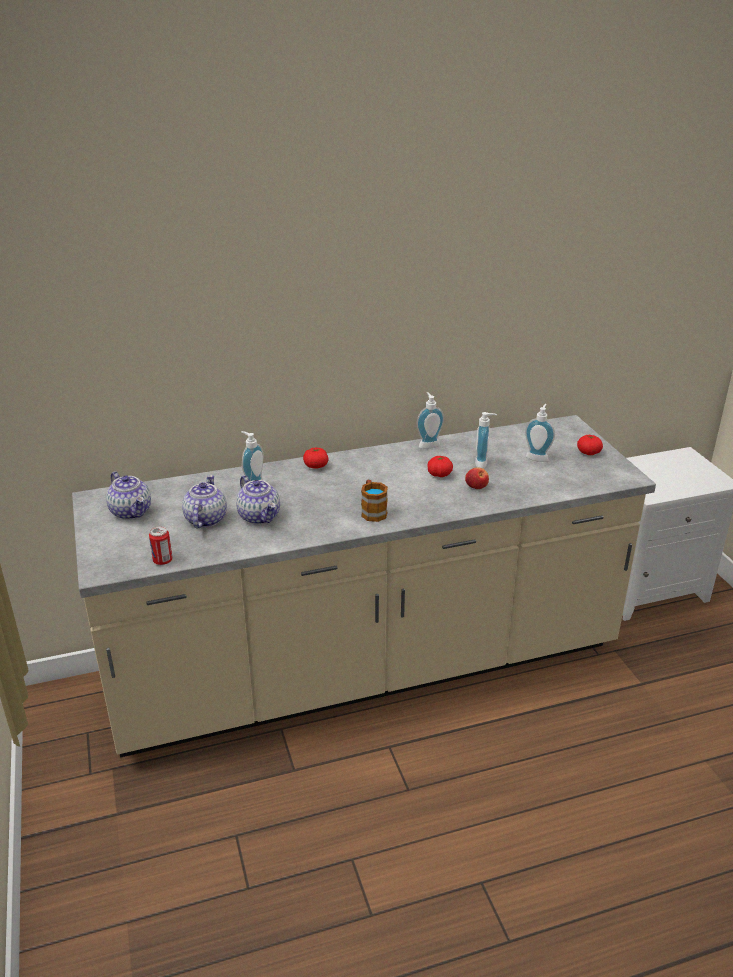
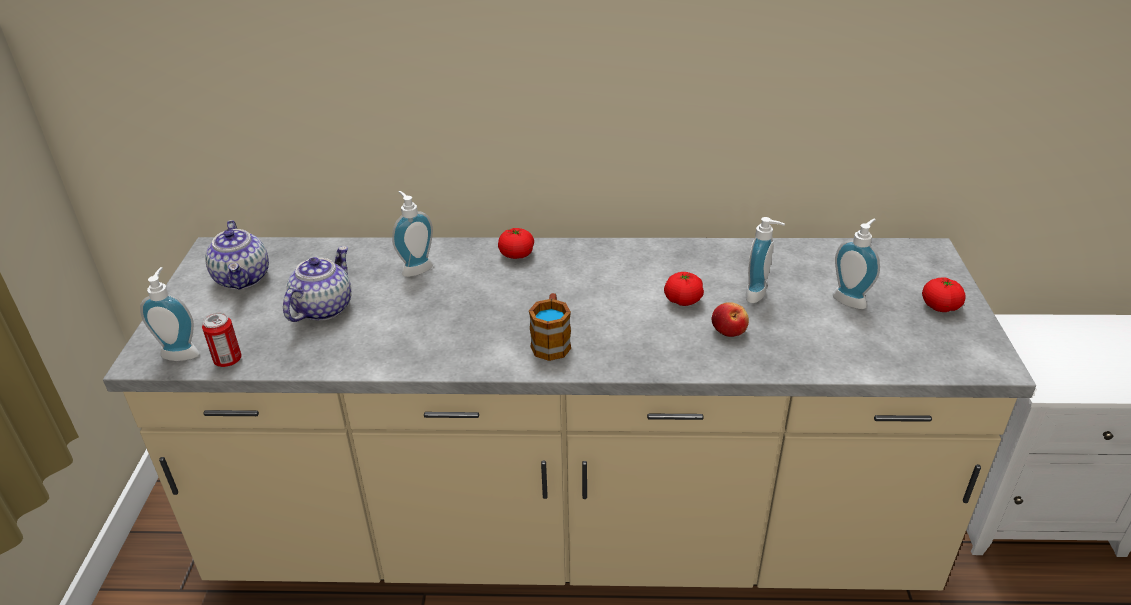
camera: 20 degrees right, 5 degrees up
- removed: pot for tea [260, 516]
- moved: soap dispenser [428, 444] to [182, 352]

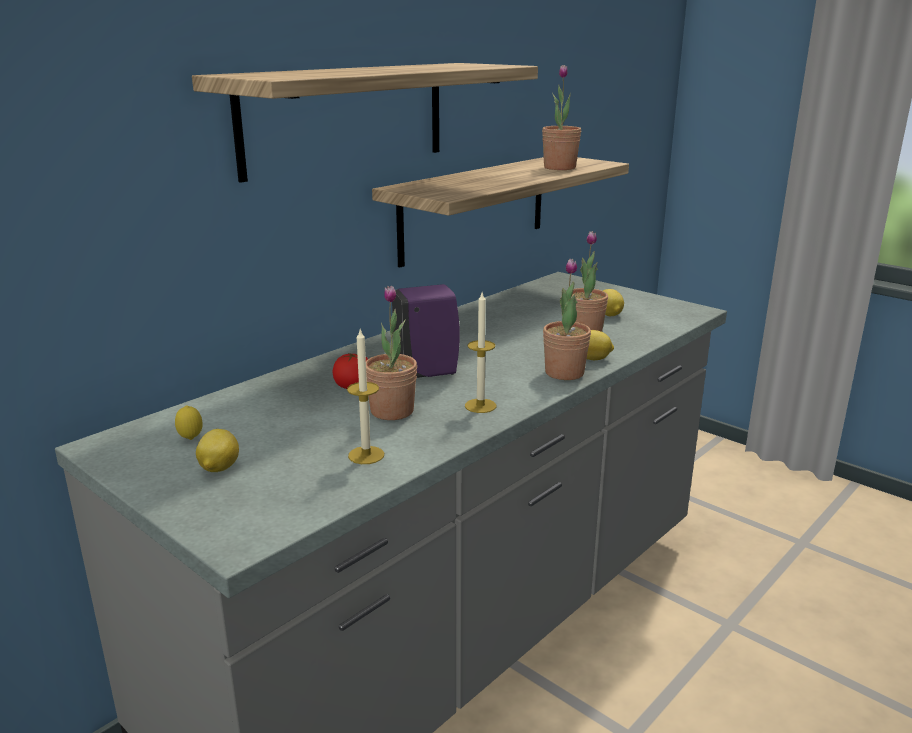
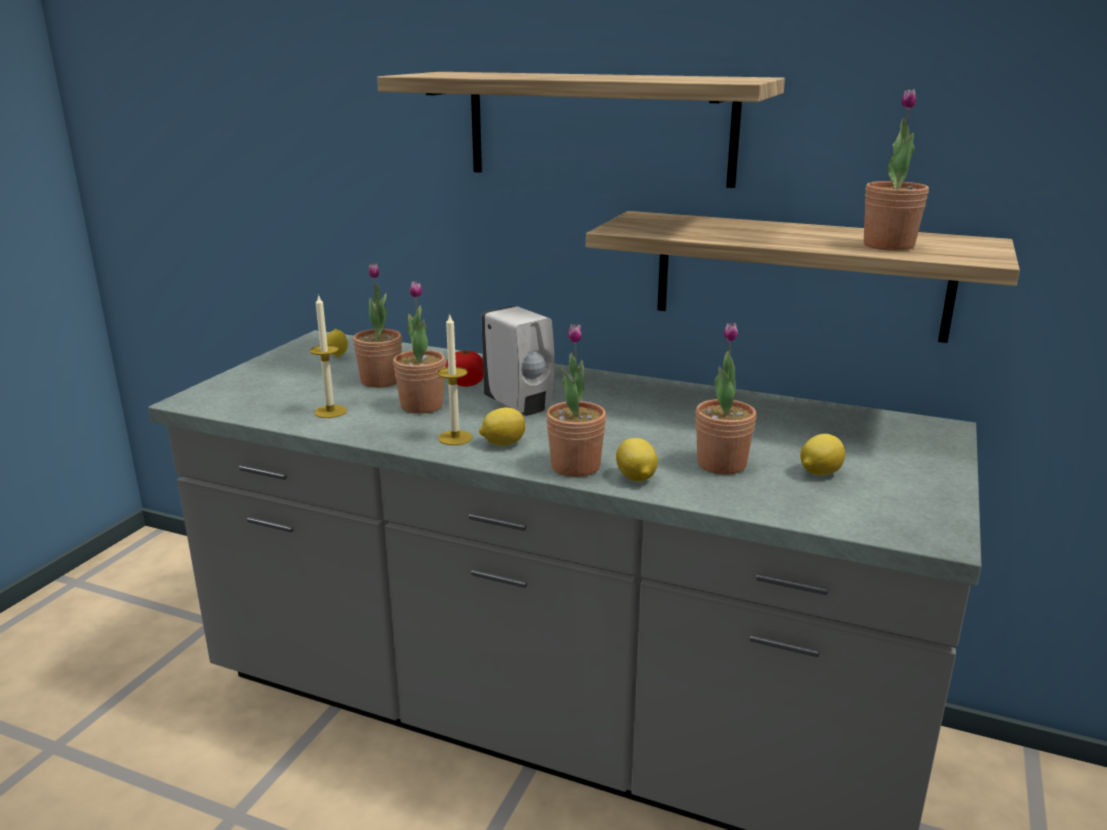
camera: 70 degrees right, 0 degrees up
- added: plant in a pot [380, 381]
- moved: citrus fruit [218, 468] to [502, 443]
- recoloured: purple soap dispenser [428, 373] to white soap dispenser [520, 405]

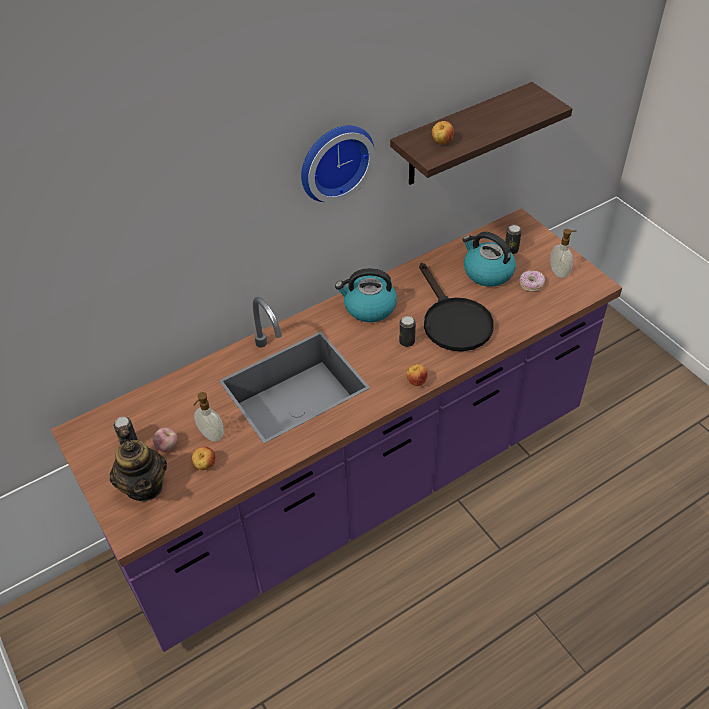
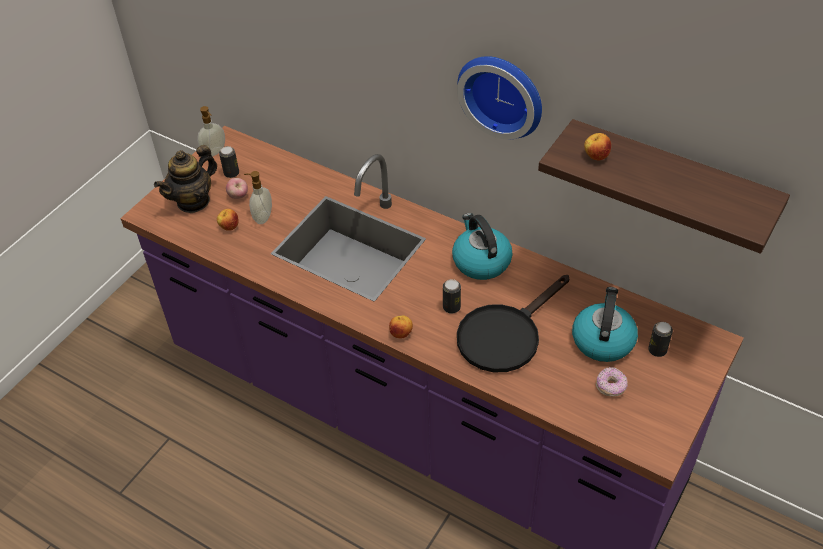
camera: 65 degrees right, 0 degrees up
- moved: soap dispenser [559, 272] to [215, 152]

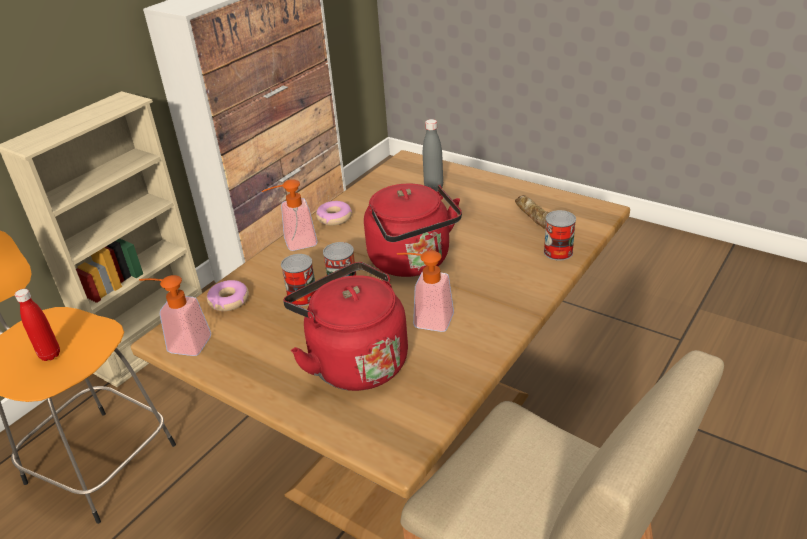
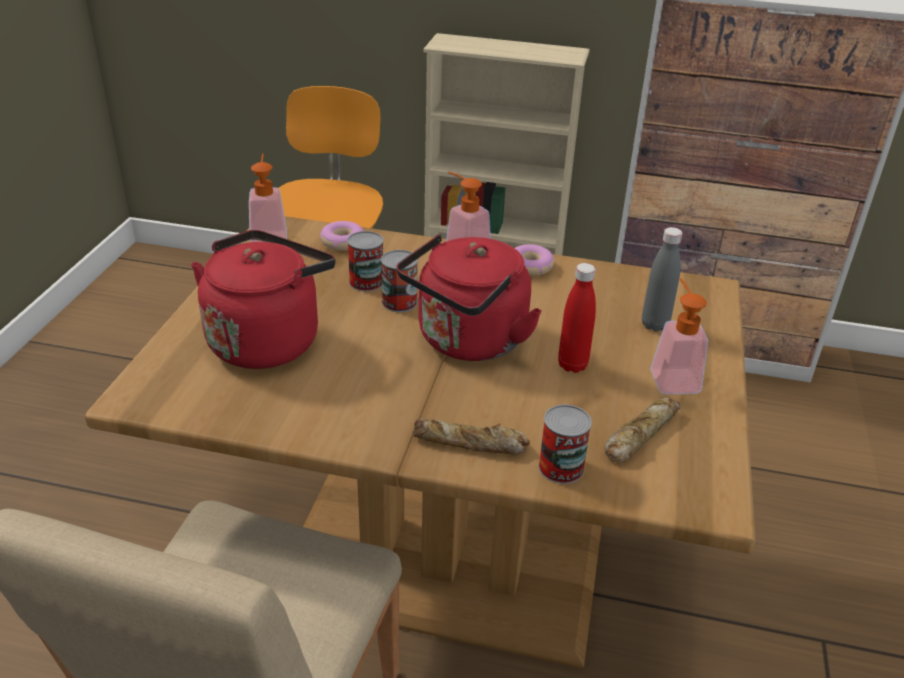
camera: 65 degrees right, 0 degrees up
- added: bakery bread [470, 444]
- moved: reddish beverage bottle [50, 355] to [572, 365]
- moved: soap dispenser [426, 319] to [672, 376]

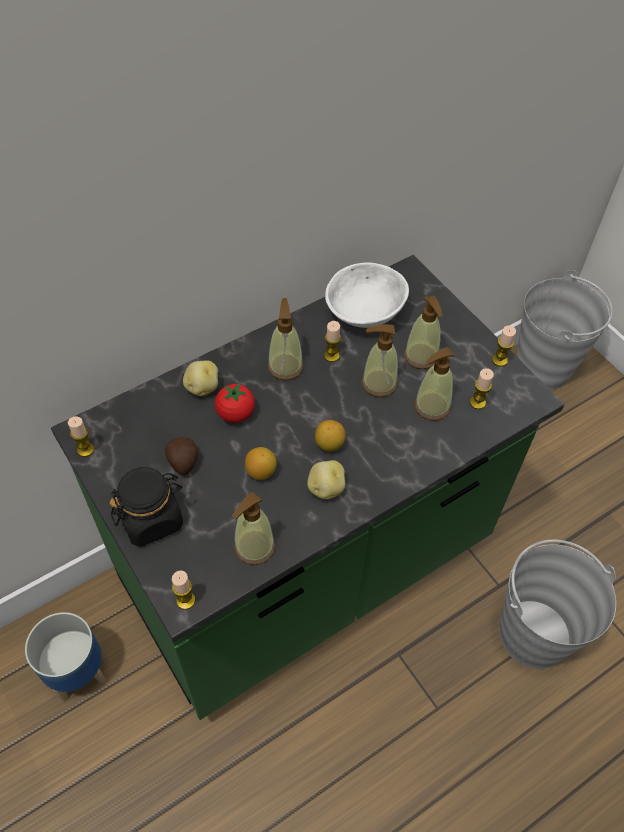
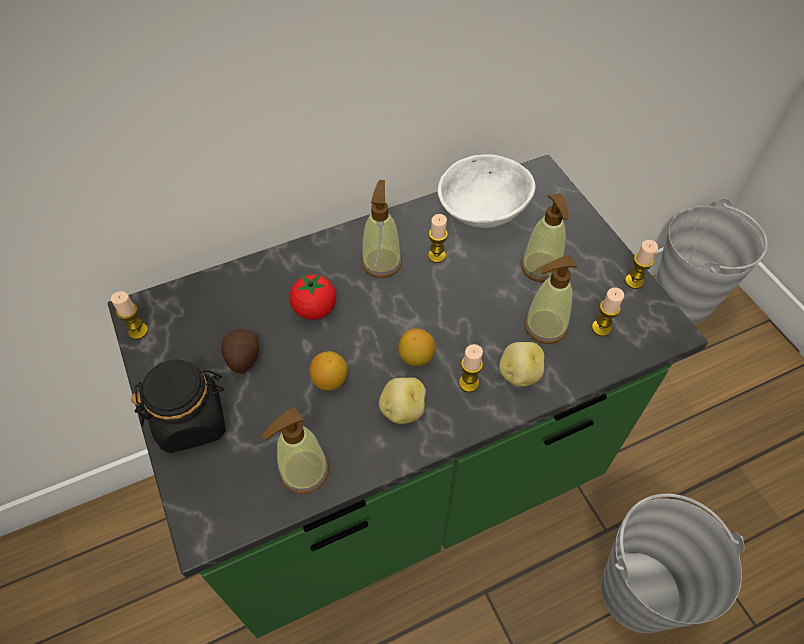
camera: 10 degrees right, 0 degrees up
- removed: flower pot [77, 671]
- removed: soap dispenser [378, 383]
- moved: wax light [185, 600] to [468, 383]
- moved: potato [202, 387] to [518, 373]

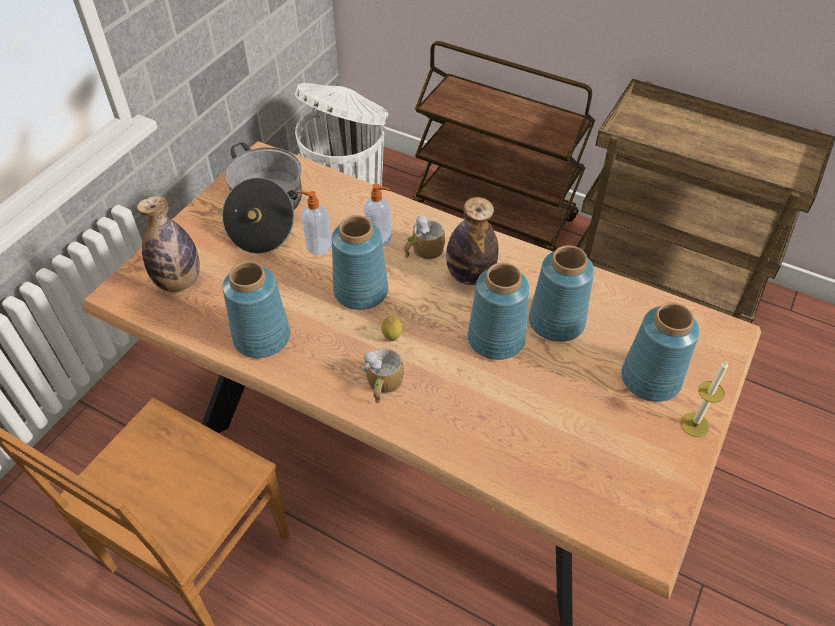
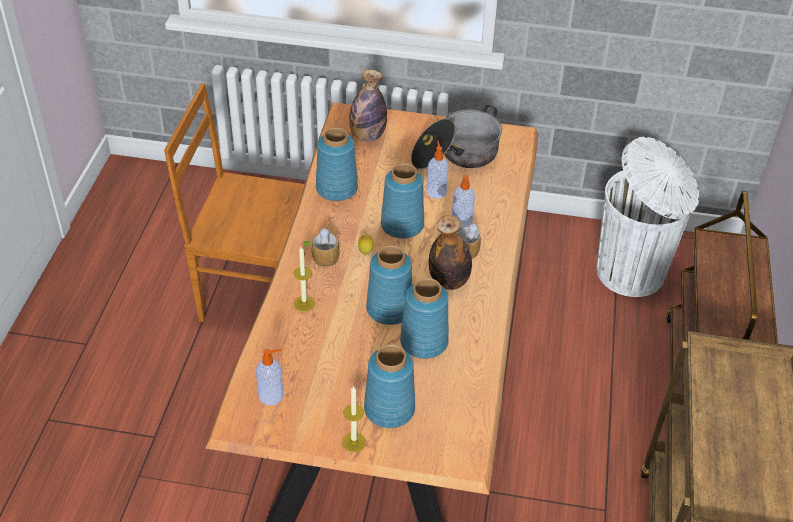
camera: 70 degrees right, 5 degrees down
- added: soap dispenser [272, 395]
- added: wax light [304, 303]

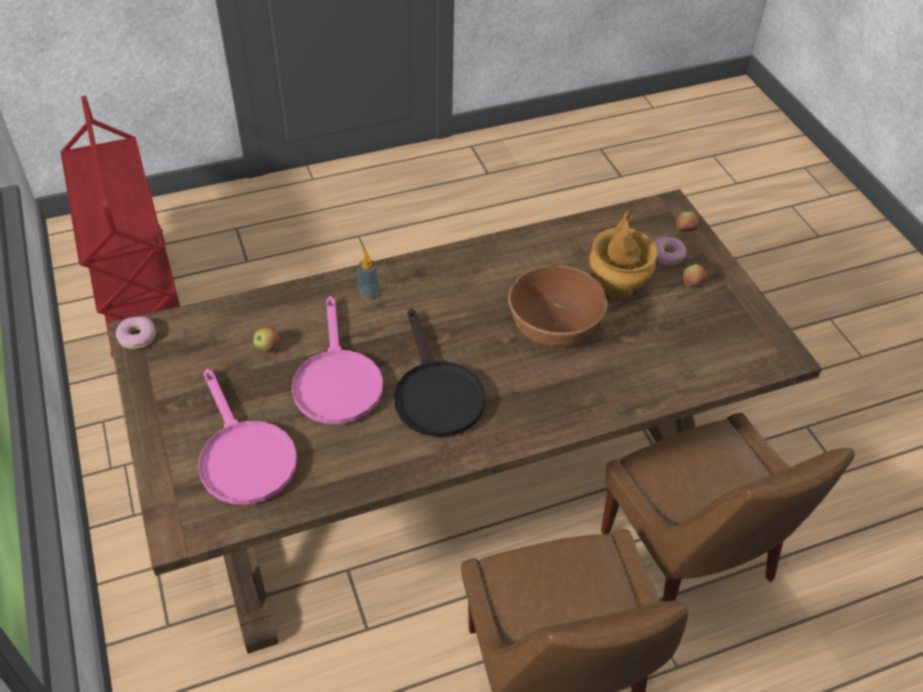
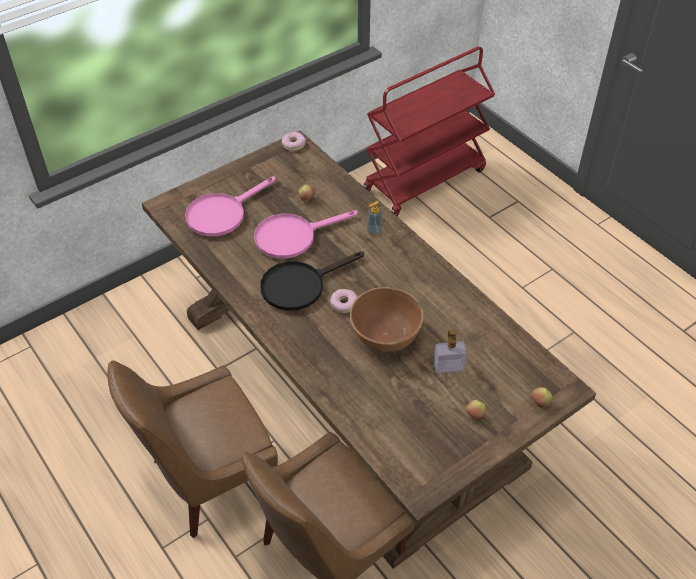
camera: 75 degrees right, 0 degrees up
- moved: donut [667, 255] to [344, 304]
- replaced: brown-coloured flower vase [616, 286] to soap dispenser [448, 366]

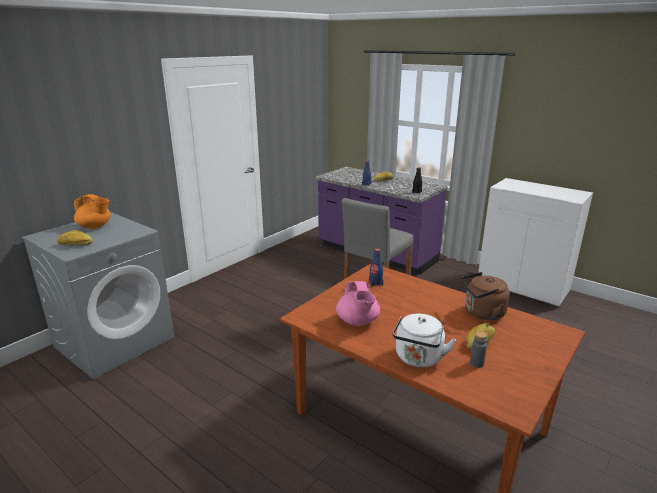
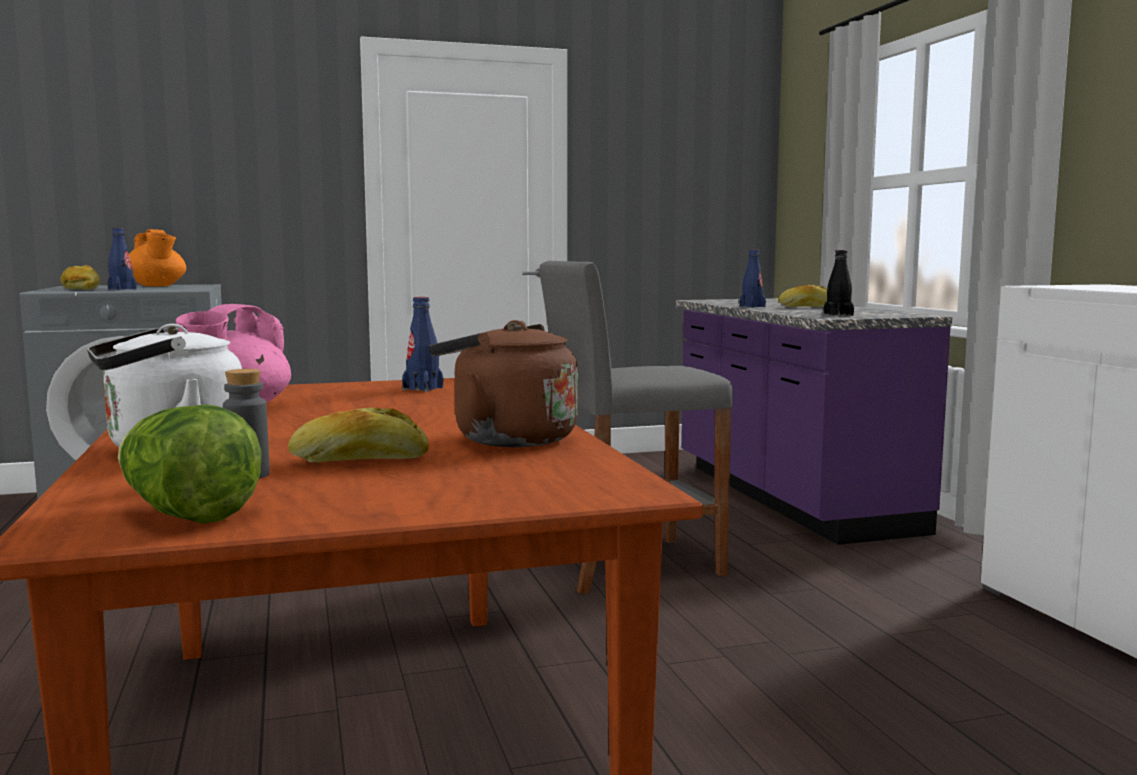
camera: 35 degrees right, 15 degrees down
- added: bluish beverage bottle [122, 289]
- added: head of lettuce [186, 514]

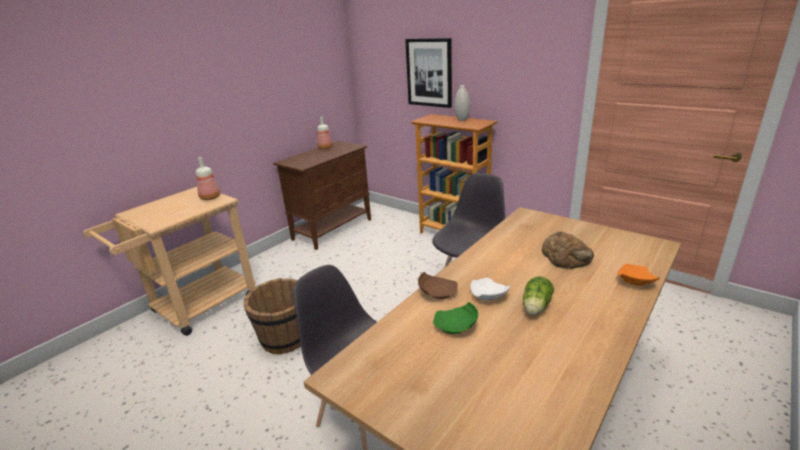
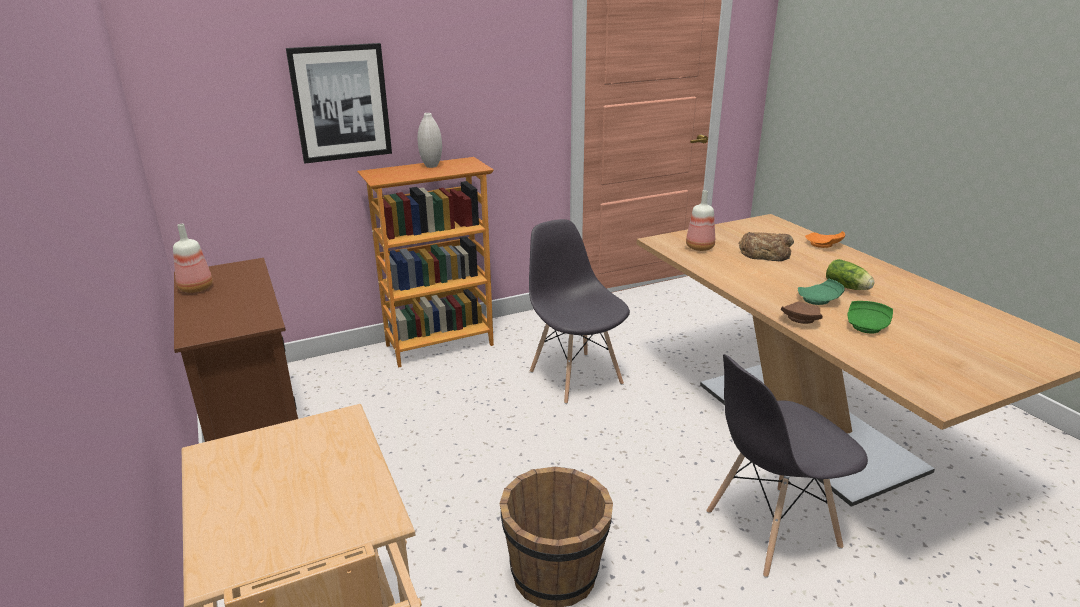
camera: 65 degrees left, 0 degrees up
- moved: beverage bottle [210, 198] to [700, 247]
- recoloured: white plate [488, 296] to green plate [819, 300]

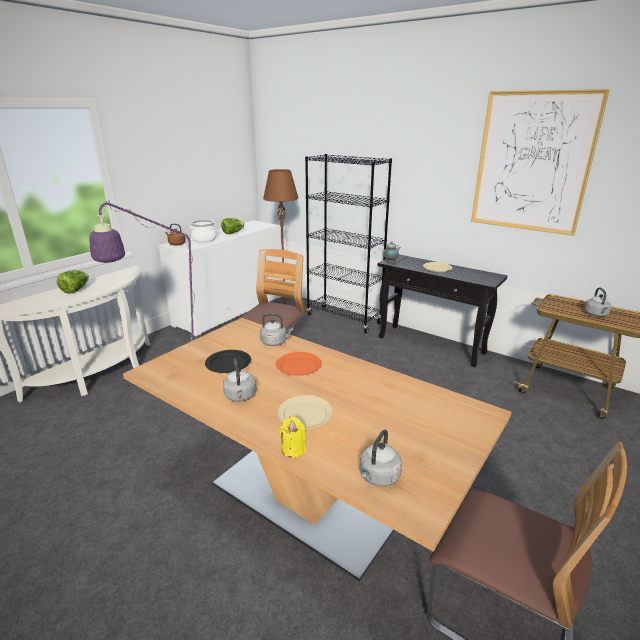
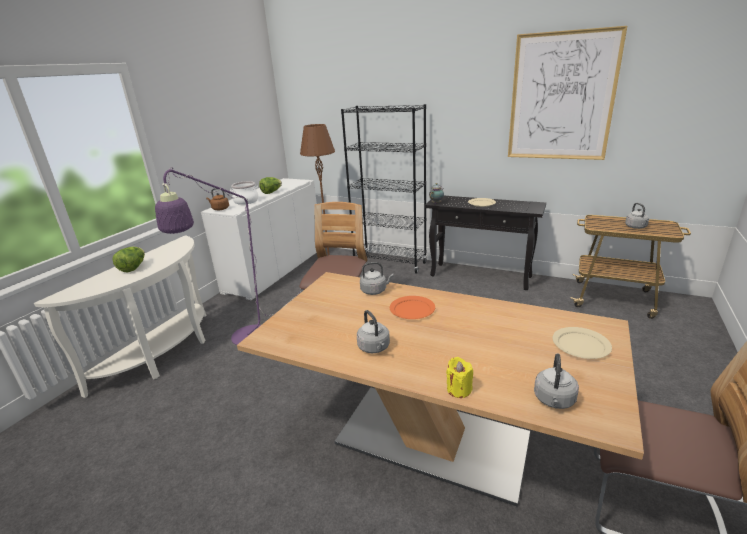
camera: 10 degrees left, 0 degrees up
- removed: blackish plate [228, 363]
- moved: beige plate [304, 414] to [580, 345]

